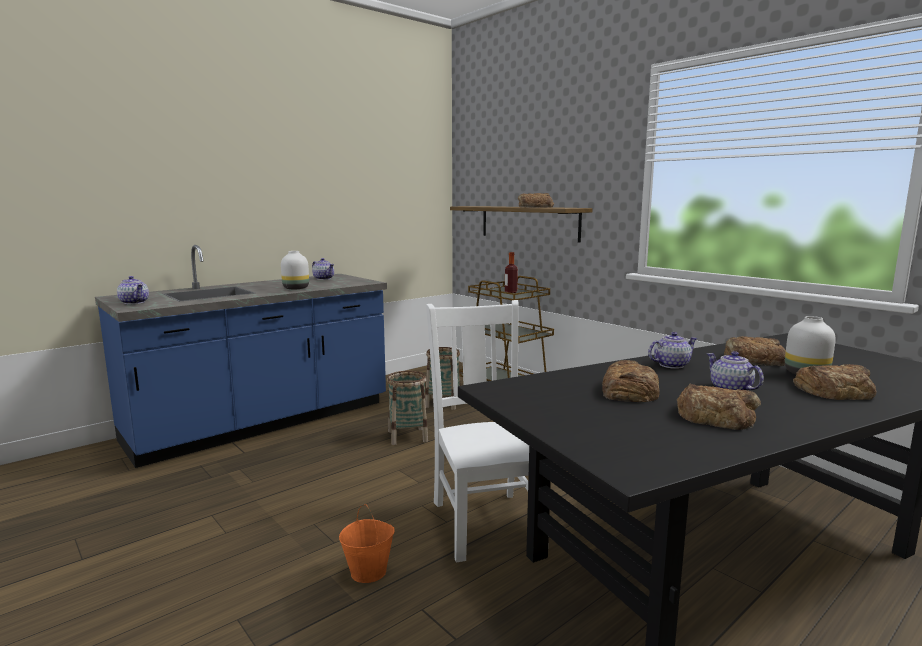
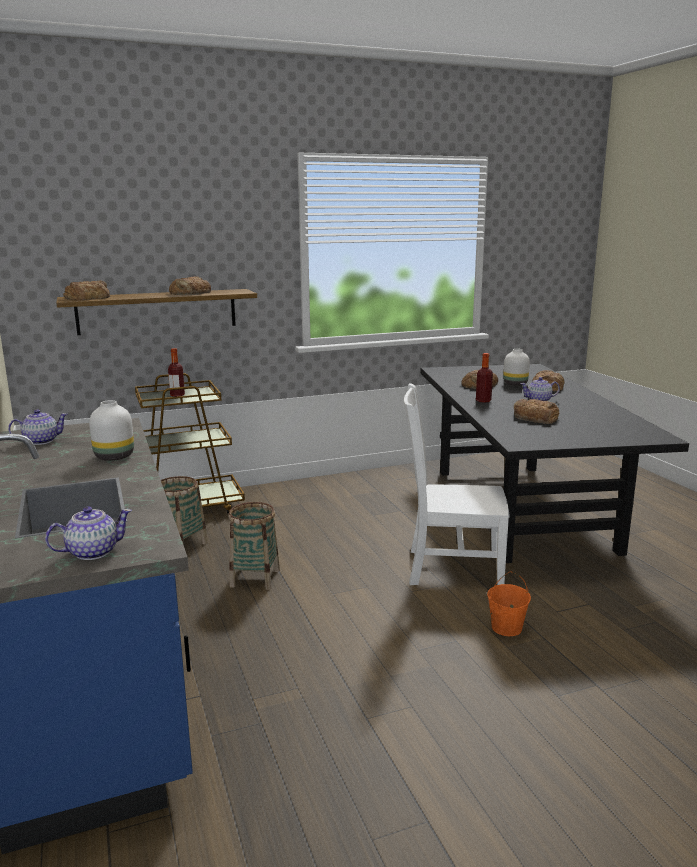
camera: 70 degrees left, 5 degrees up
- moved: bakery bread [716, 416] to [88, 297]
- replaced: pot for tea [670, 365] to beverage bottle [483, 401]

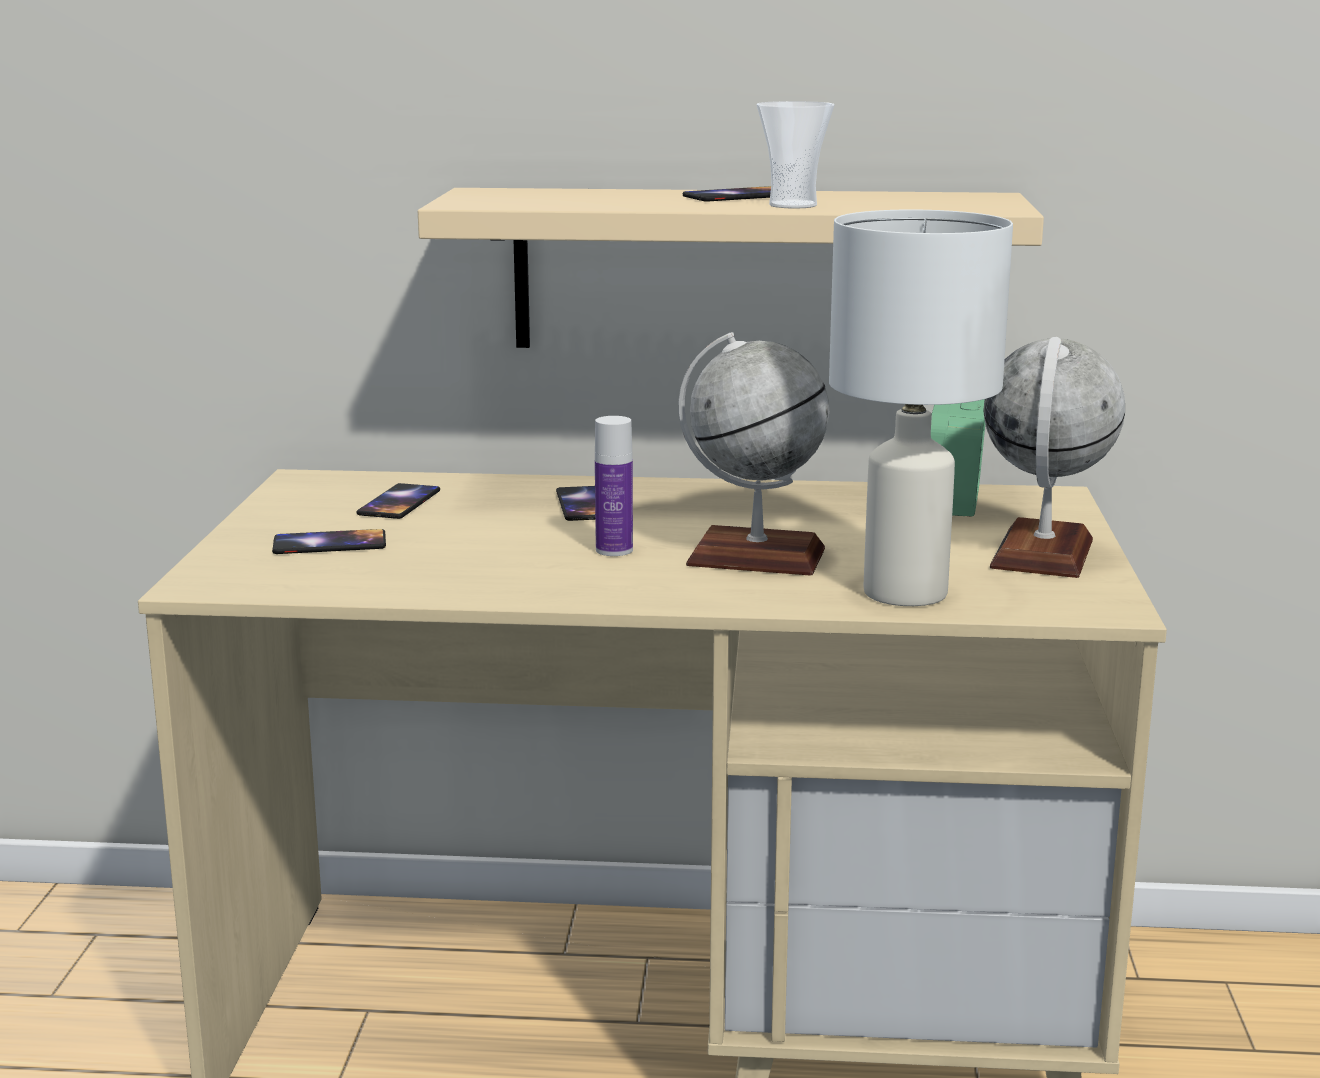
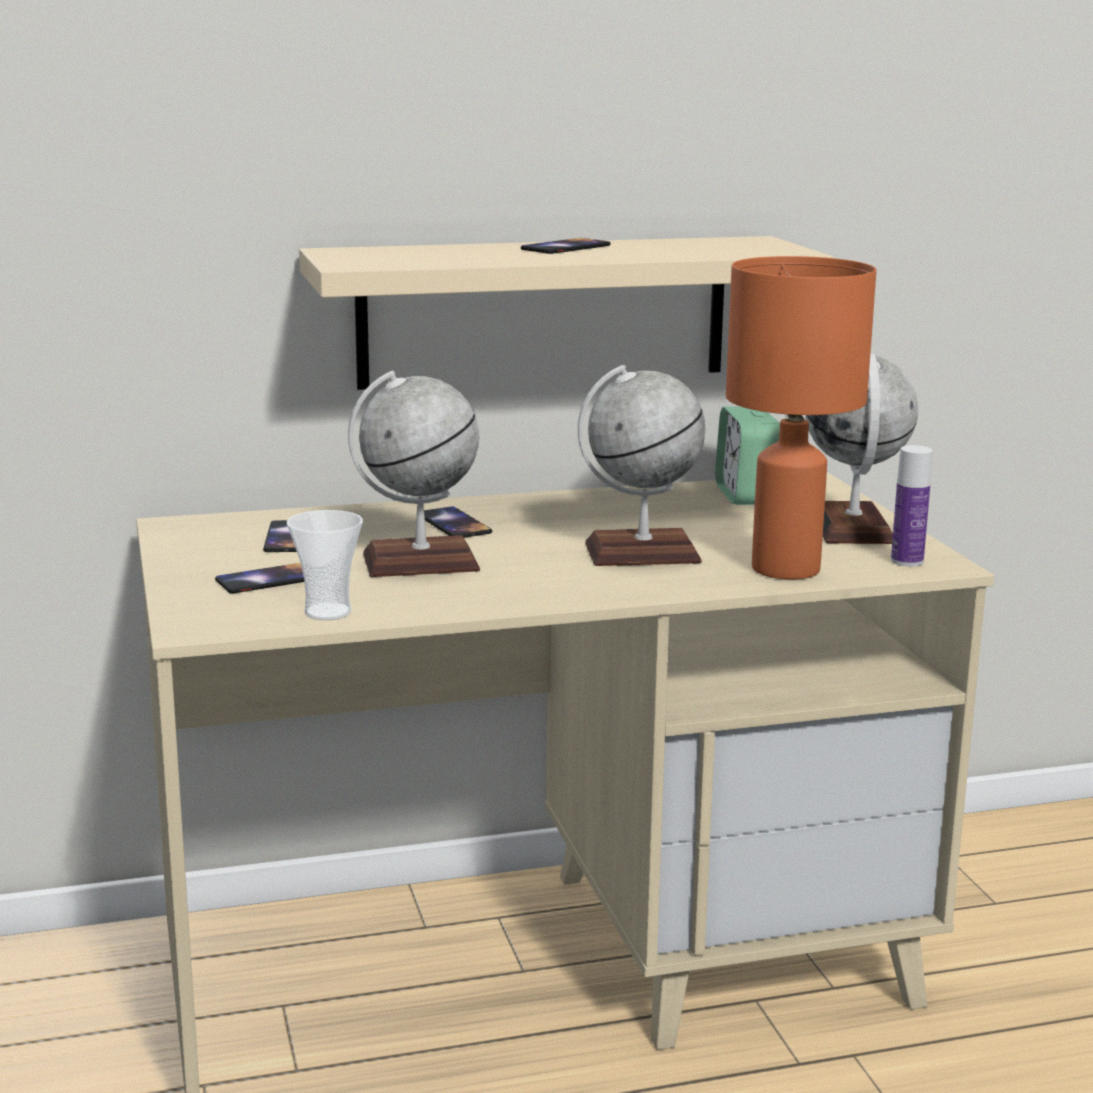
camera: 20 degrees left, 0 degrees up
- added: globe [420, 562]
- moved: beverage bottle [614, 550] to [907, 561]
- moved: drinking cup [793, 205] to [327, 612]
- recoloured: white lamp for a table [907, 592] to orange lamp for a table [786, 568]

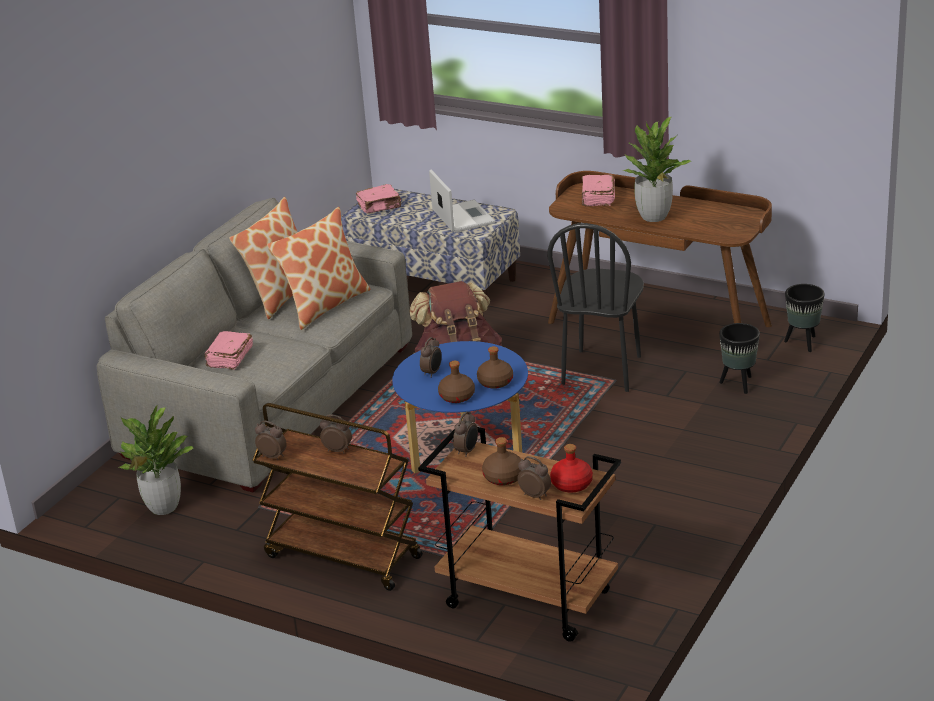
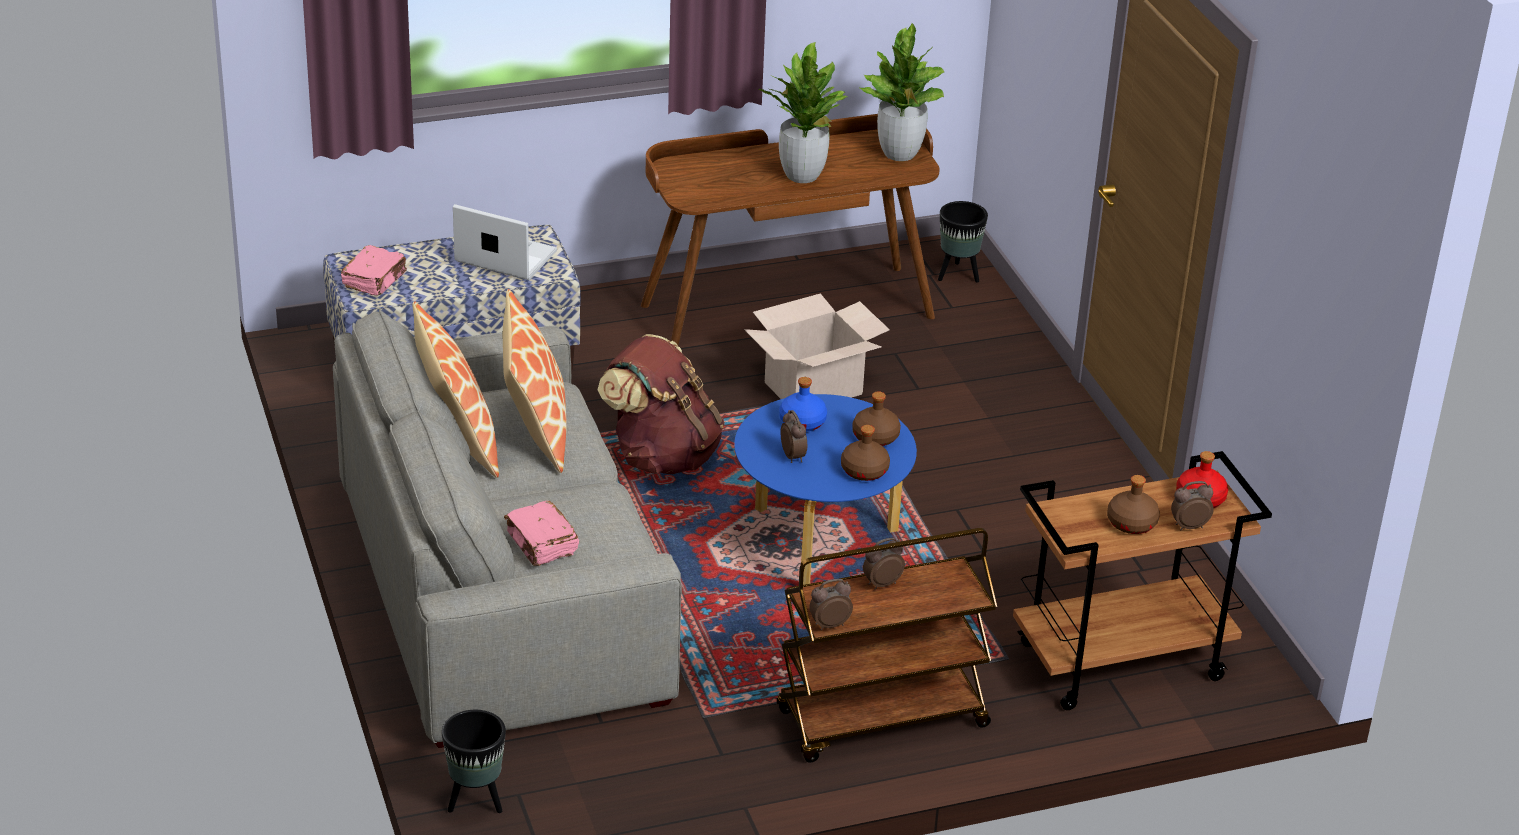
camera: 50 degrees left, 5 degrees up
- removed: alarm clock [467, 451]
- removed: pink bound book [597, 198]
- added: bluish beverage bottle [802, 422]
- moved: plant in a pot [163, 507] to [899, 154]
- moved: blackish flower pot [738, 384] to [475, 801]
- replaced: blackish chair [602, 370] to carton [813, 389]

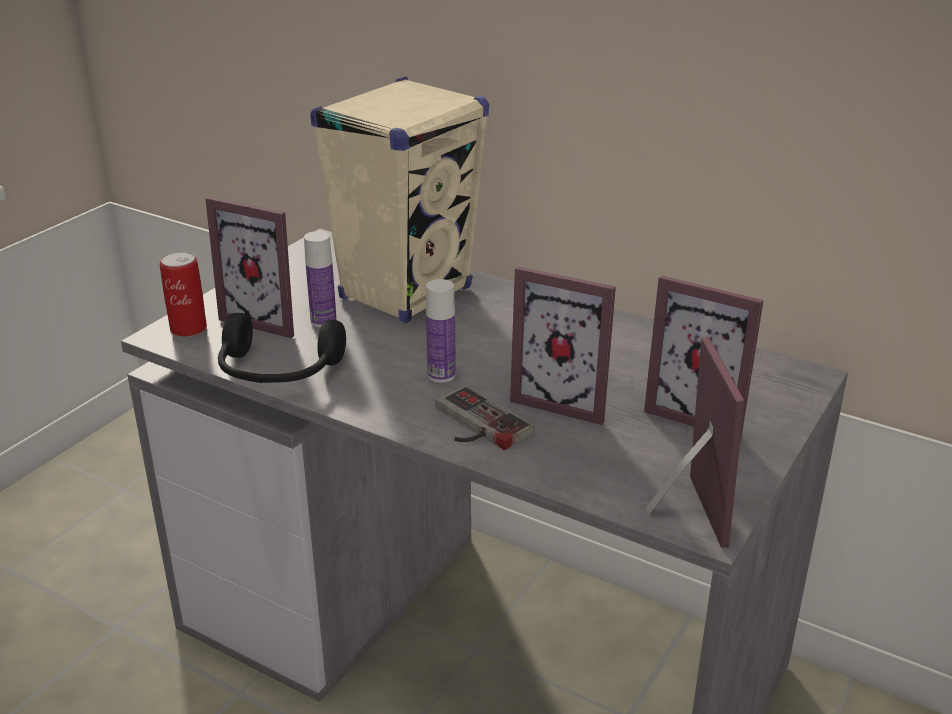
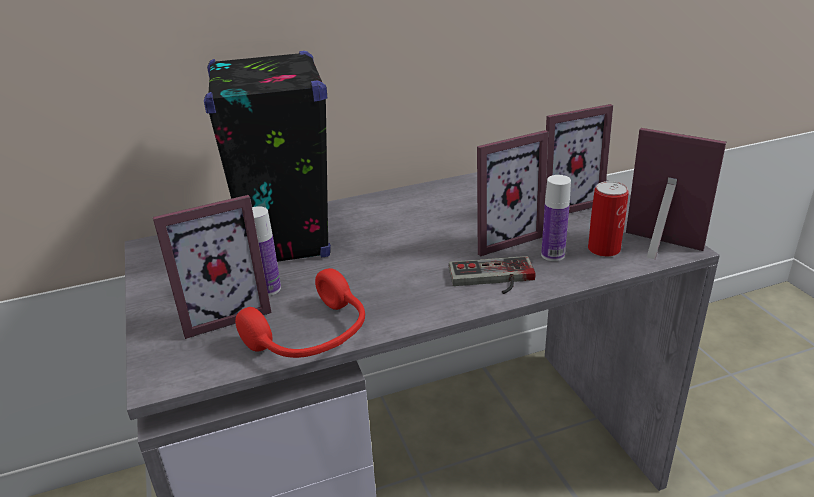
camera: 50 degrees left, 0 degrees up
- moved: can [188, 329] to [604, 249]
- moved: beverage bottle [441, 375] to [552, 255]
- recoloured: blackish headphones [277, 372] to reddish headphones [312, 337]
- recoloured: beige speaker [406, 293] to blackish speaker [285, 241]

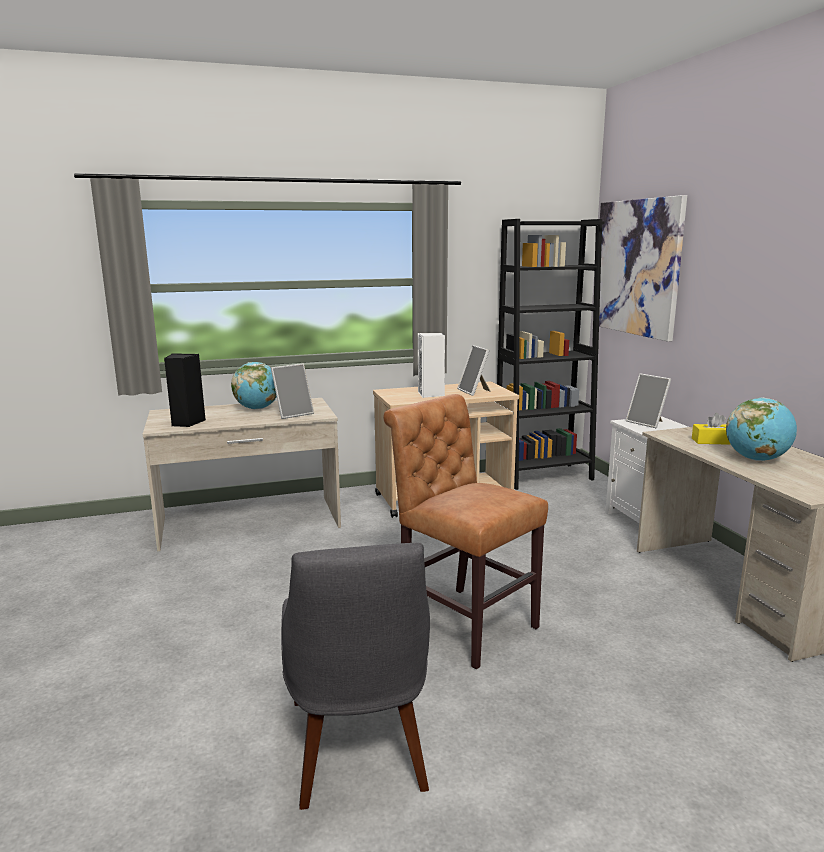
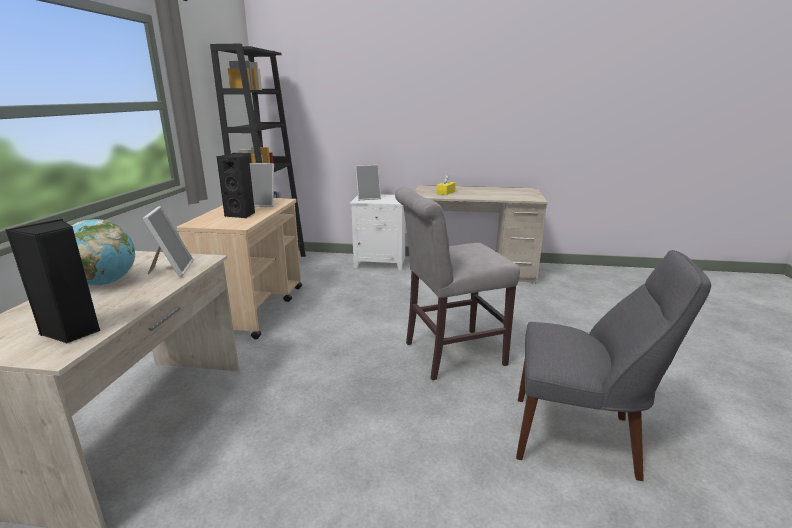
camera: 65 degrees left, 5 degrees up
- removed: wall picture [636, 267]
- removed: globe [756, 459]
- recoloured: brown-coloured chair [461, 622] to gray chair [449, 354]
- recoloured: white speaker [431, 394] to blackish speaker [241, 215]

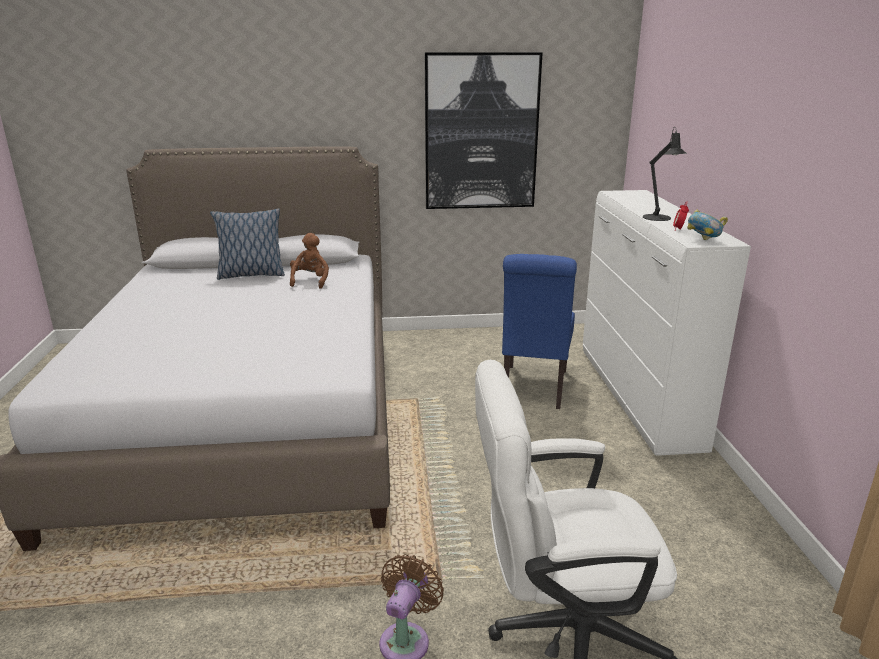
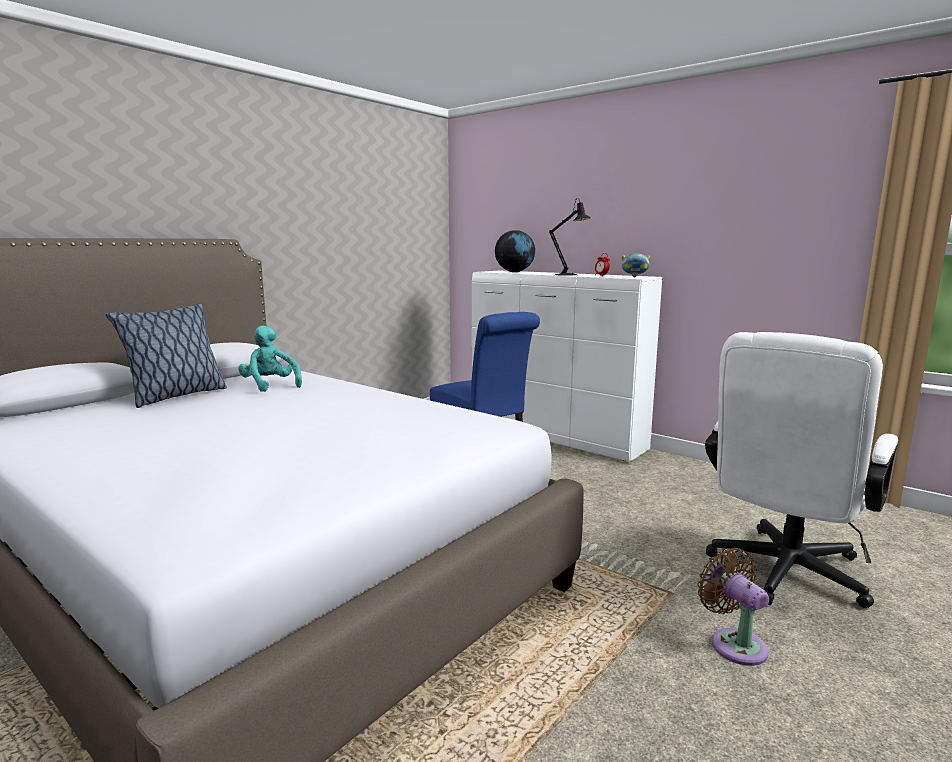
camera: 45 degrees left, 10 degrees down
- removed: wall picture [481, 132]
- added: globe [514, 271]
- recoloured: brown-coloured soft toy [310, 281] to blue-green soft toy [270, 386]

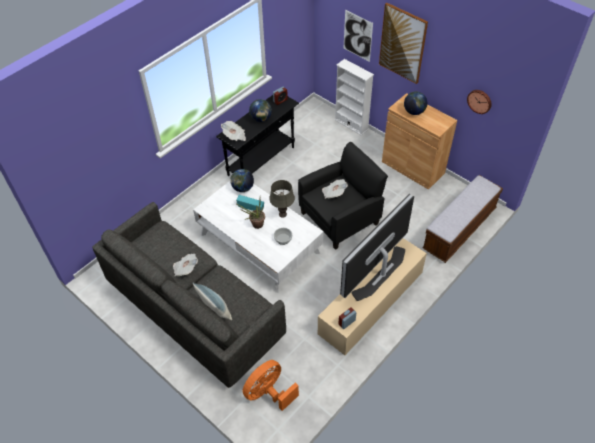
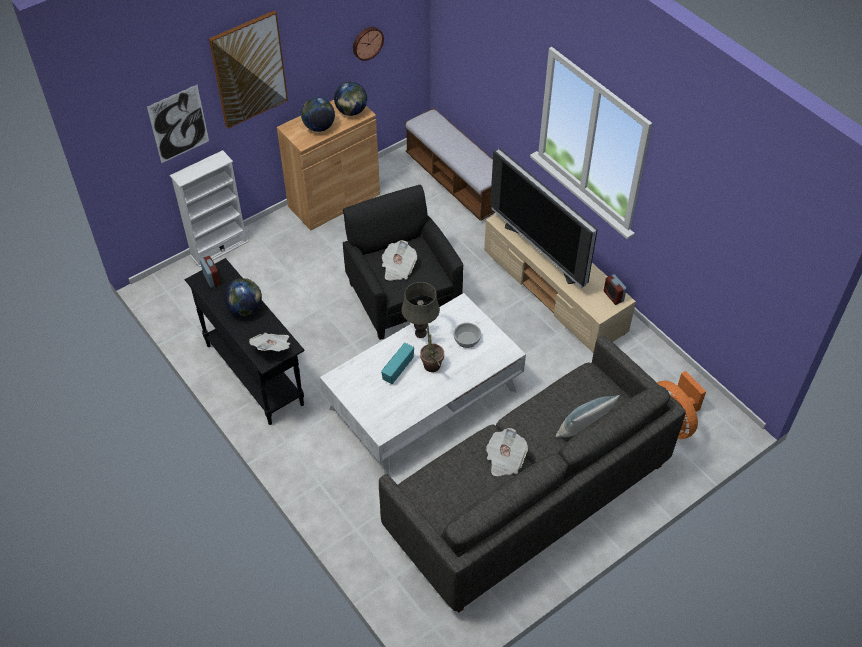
camera: 80 degrees left, 0 degrees up
- moved: globe [243, 188] to [351, 111]

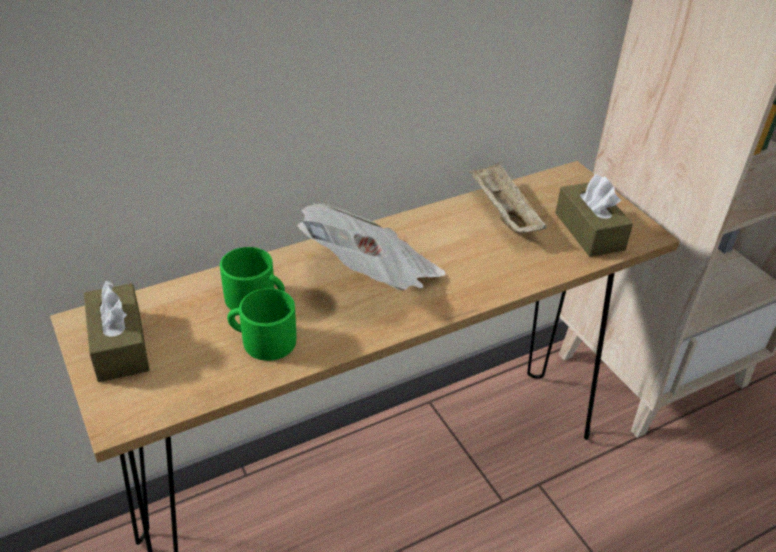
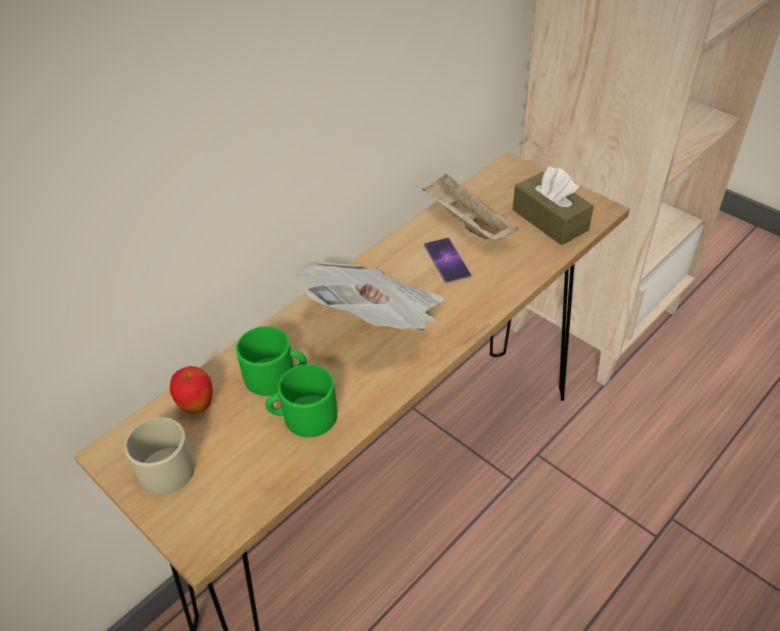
camera: 15 degrees left, 5 degrees up
- added: apple [197, 406]
- added: phone [447, 260]
- replaced: brown-coloured tissue box [119, 345] to beige mug [163, 465]

